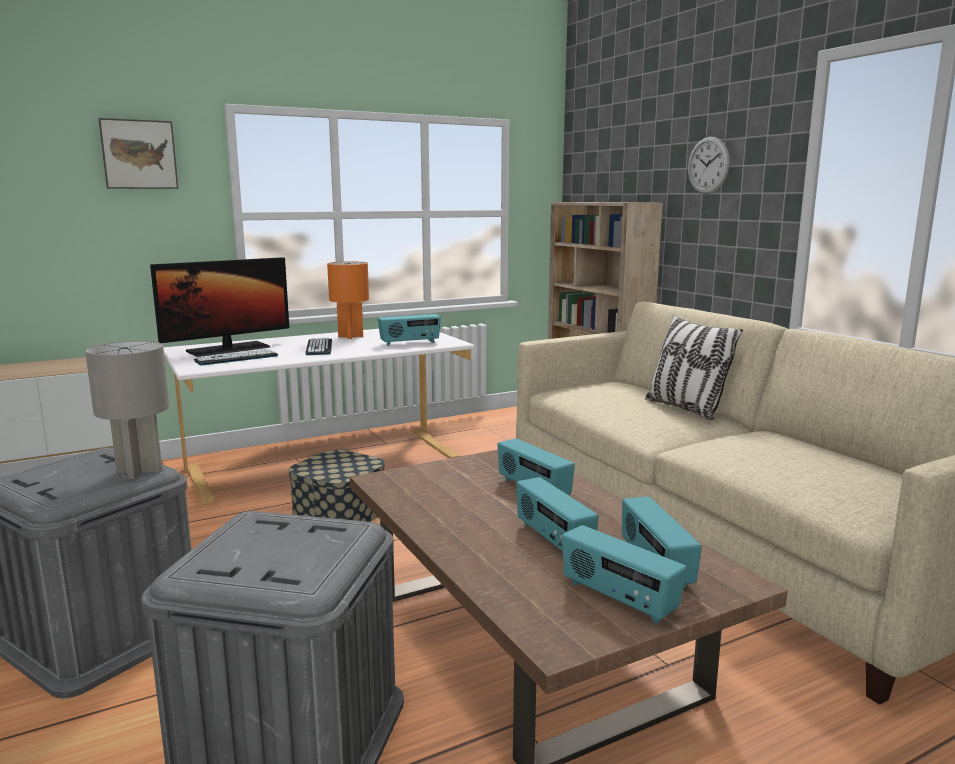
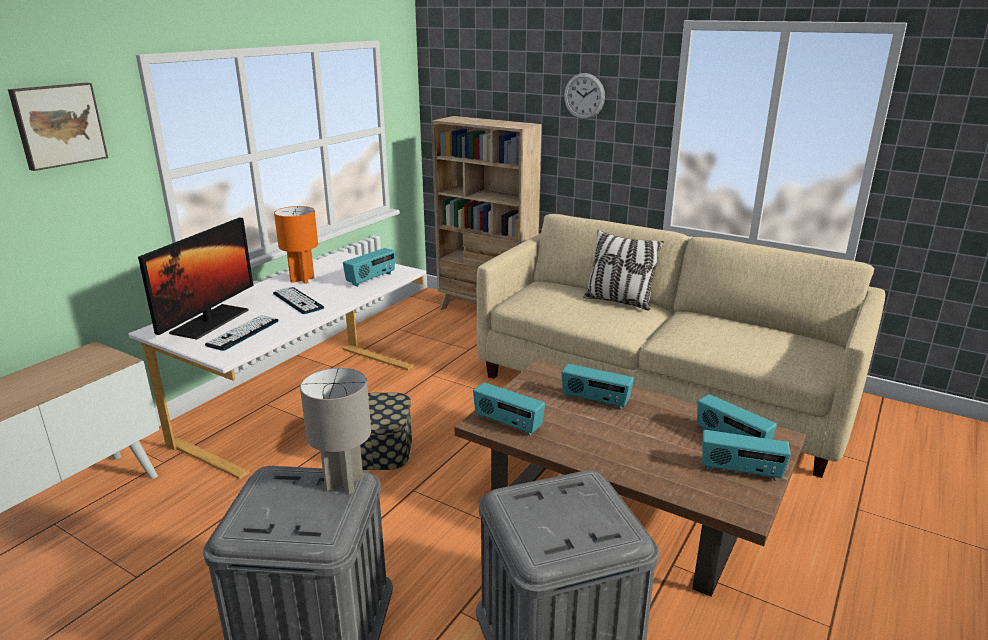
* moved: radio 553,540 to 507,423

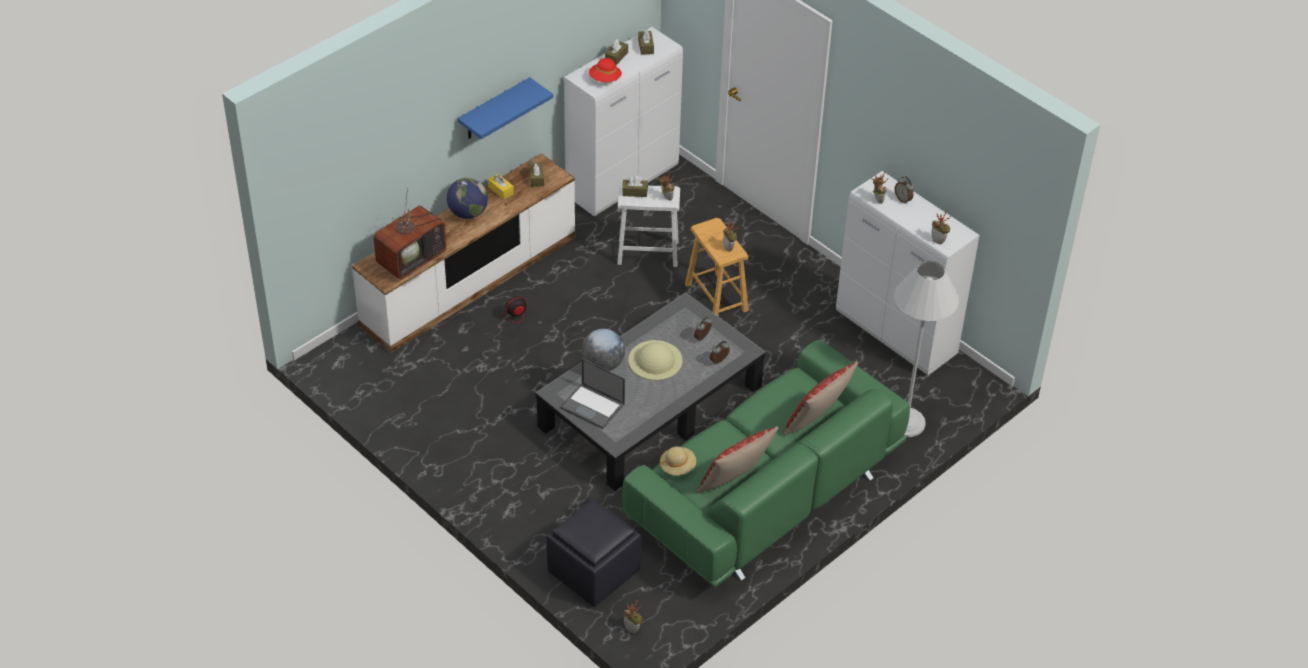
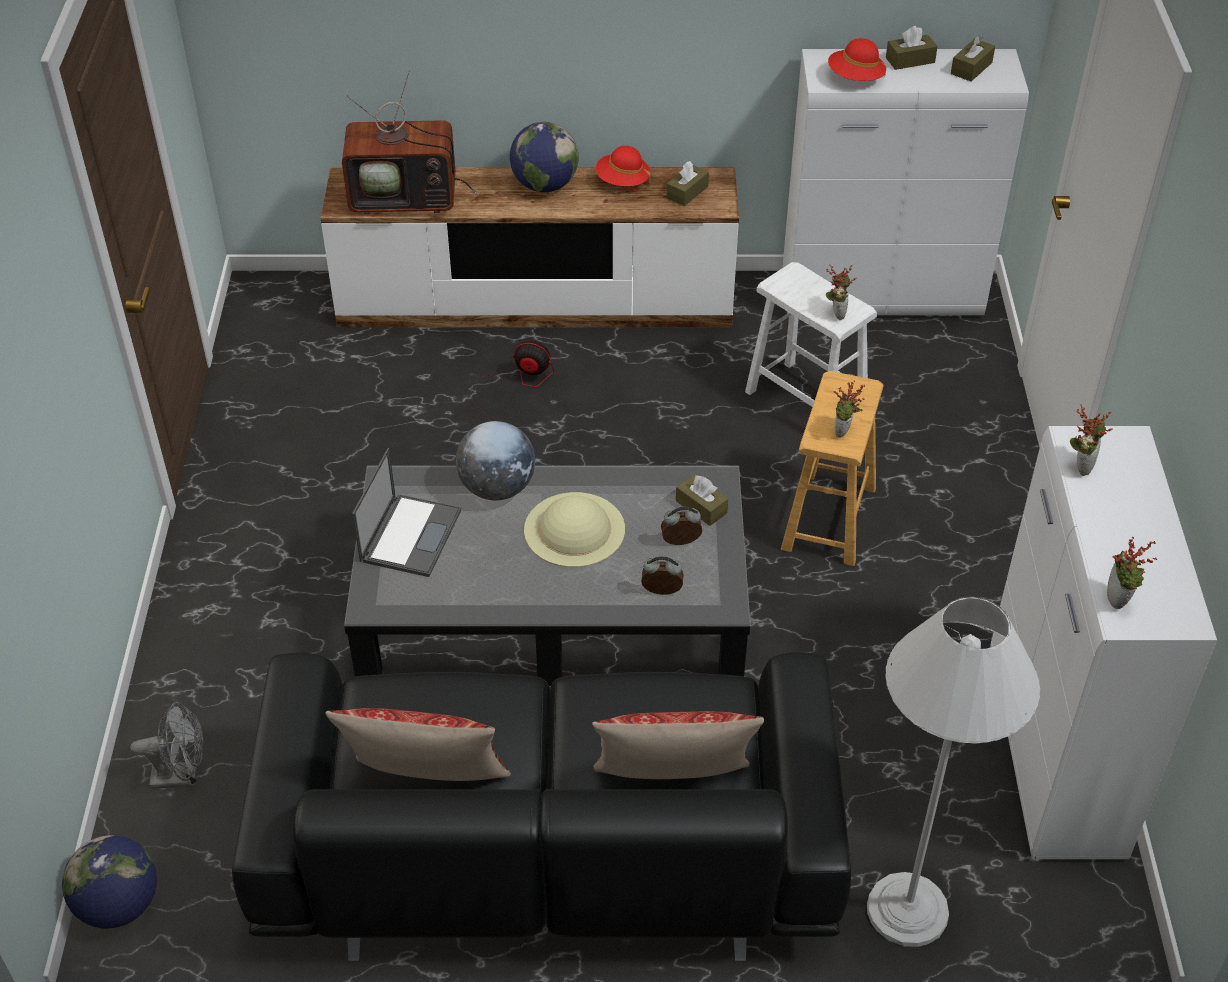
* removed: shelf (blue) 494,110
* replaced: tissue box (yellow) 500,190 to hat (red) 622,181
* replaced: ottoman (black) 592,571 to fan (grey) 182,776
* turned: laptop 593,406 = 411,534 150 degrees counterclockwise
* moved: tissue box (brown) 634,192 to 701,507
* recoloured: sofa (green) 763,494 to sofa (black) 547,851
* replaced: potted plant 633,628 to globe 119,905
* removed: hat (beige) 677,467
* removed: alarm clock 903,199

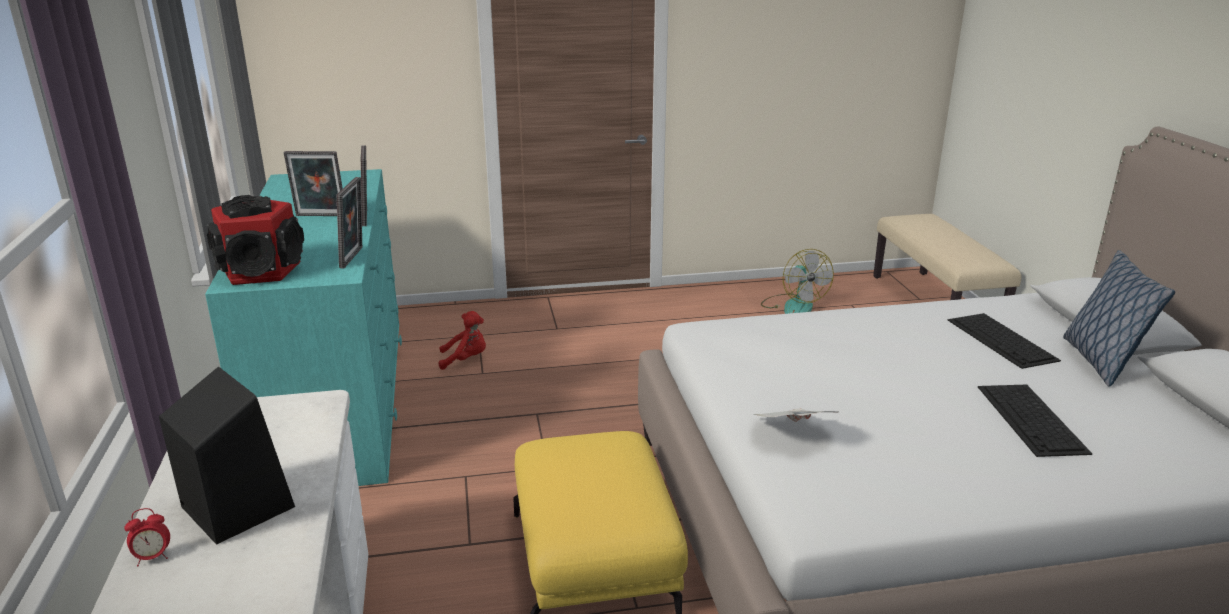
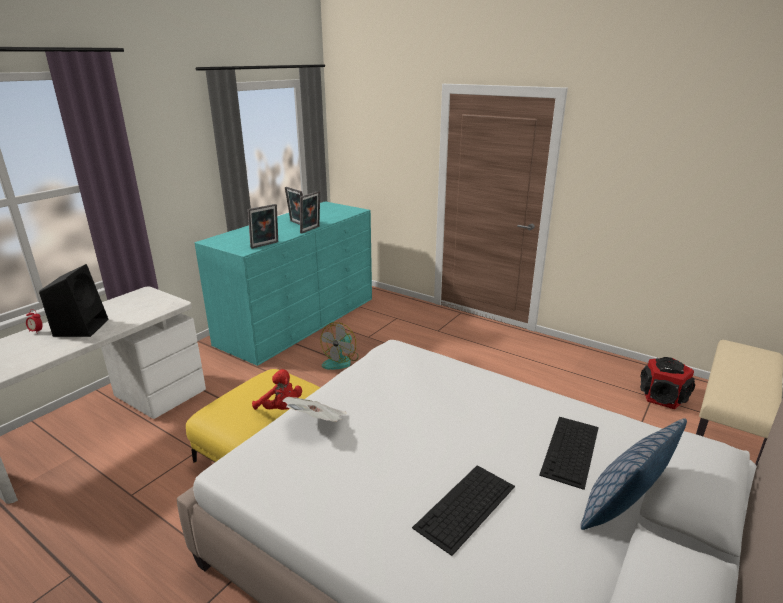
* moved: speaker 261,271 to 663,397
* moved: plush toy (red) 465,359 to 281,409
* moved: fan 793,305 to 341,361

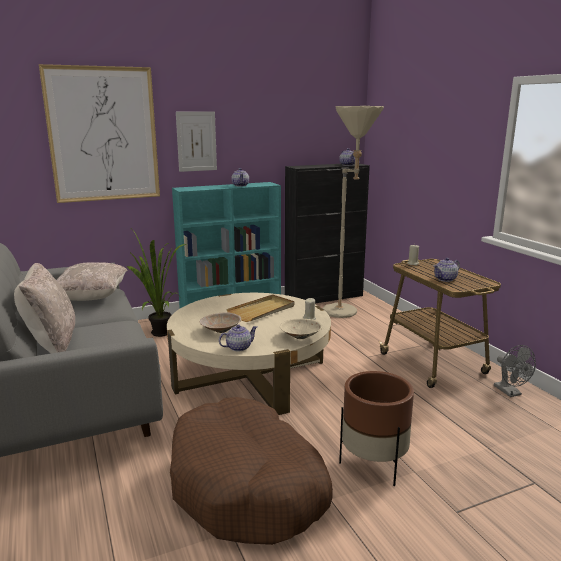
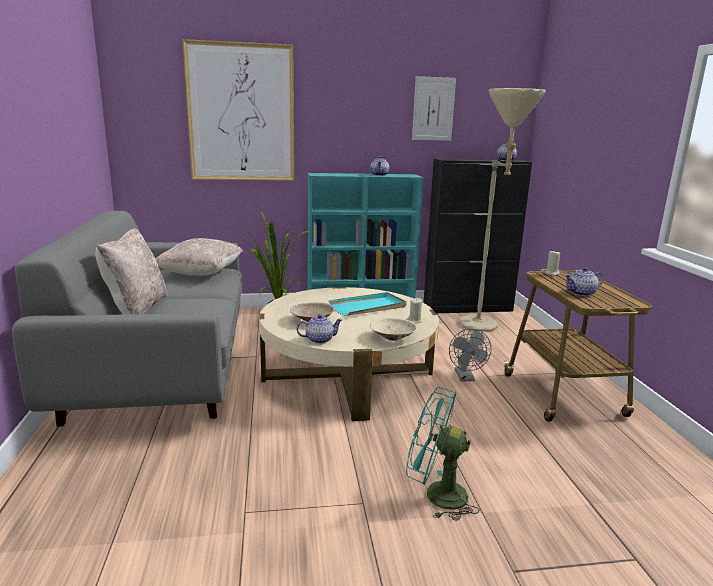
* removed: dog bed (brown) 248,486
* moved: picture 196,141 to 433,109
* recoloured: tray (beige) 262,310 to tray (turquoise) 368,307
* replaced: planter (brown) 373,465 to fan (turquoise) 436,494
* moved: fan (grey) 510,392 to 466,378

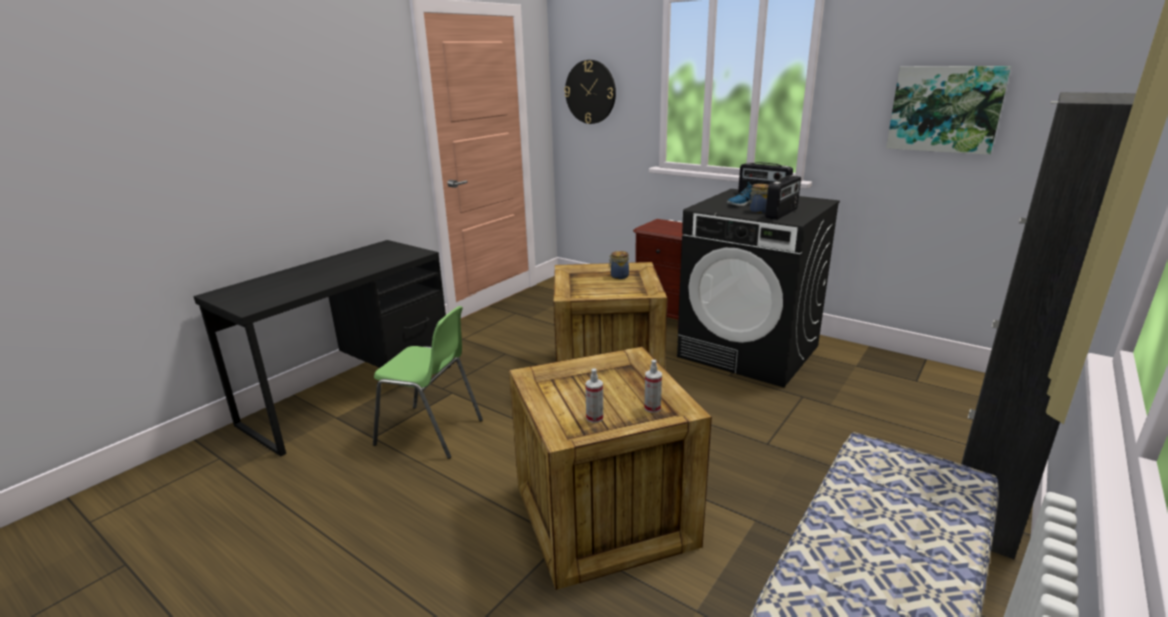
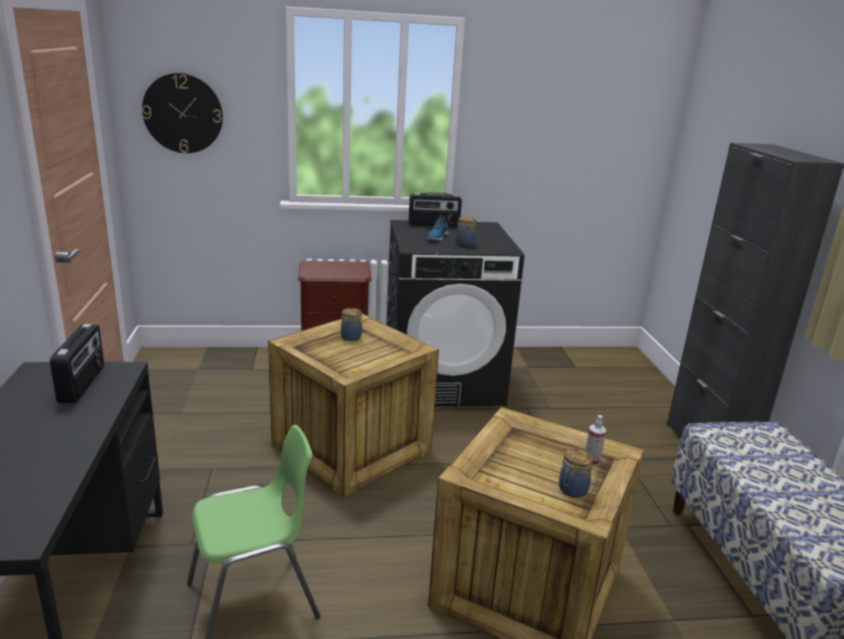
* replaced: spray bottle 594,418 to jar 572,490
* moved: radio 782,213 to 83,383
* removed: picture 945,109

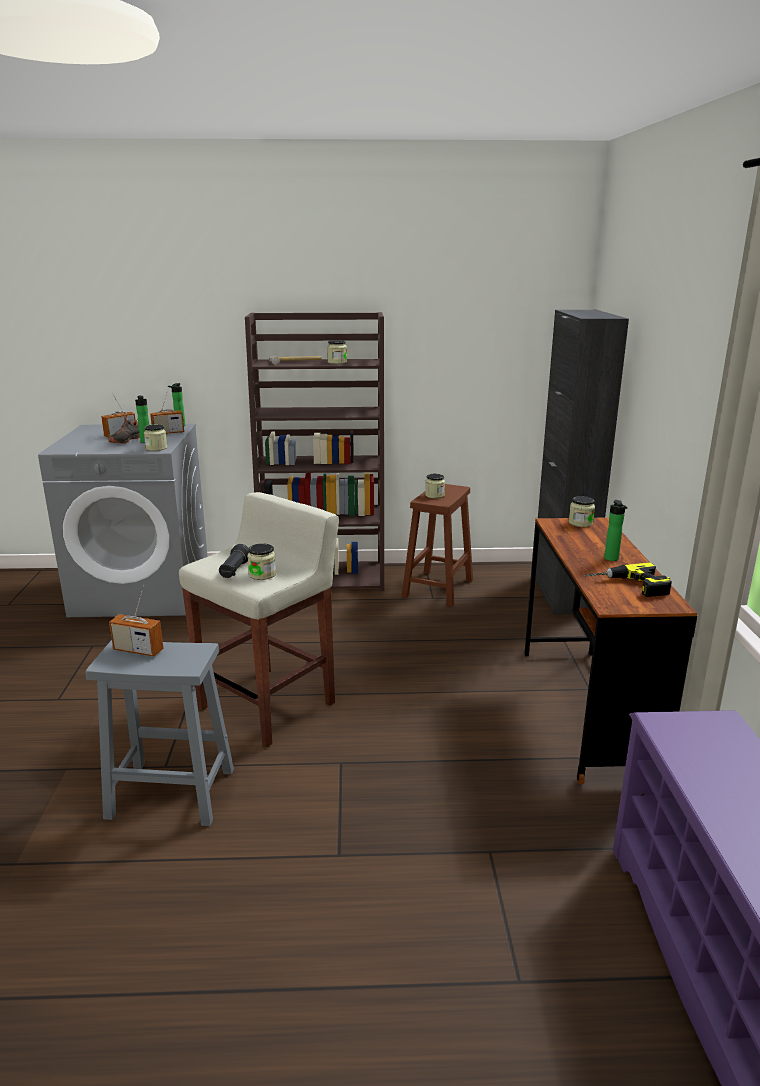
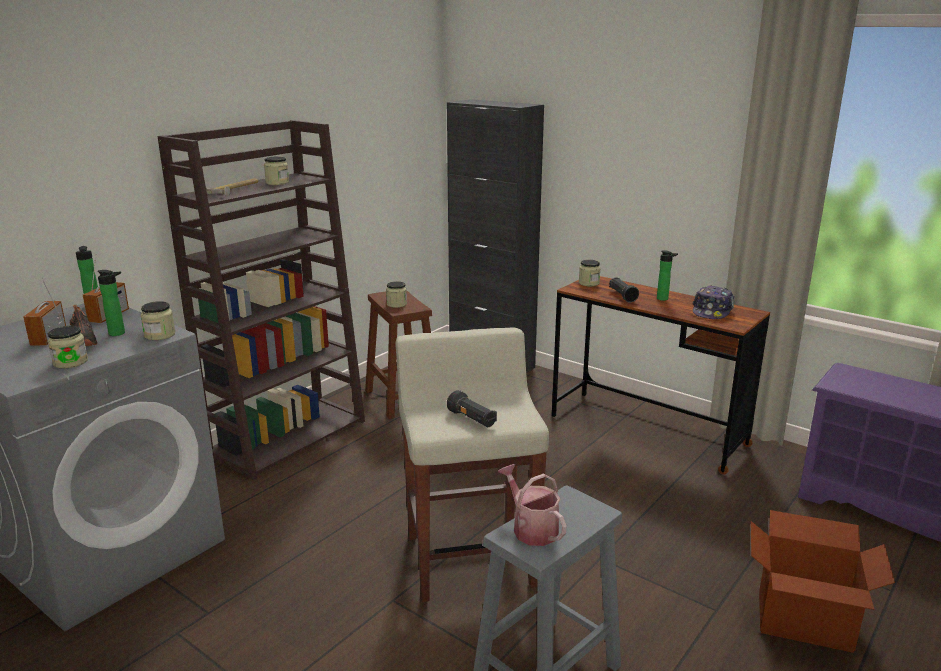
* replaced: radio 138,650 to watering can 531,528
* moved: jar 262,574 to 70,362
* replaced: power drill 628,586 to cap 712,311
* added: flashlight (black) 622,296
* added: cardboard box 804,622

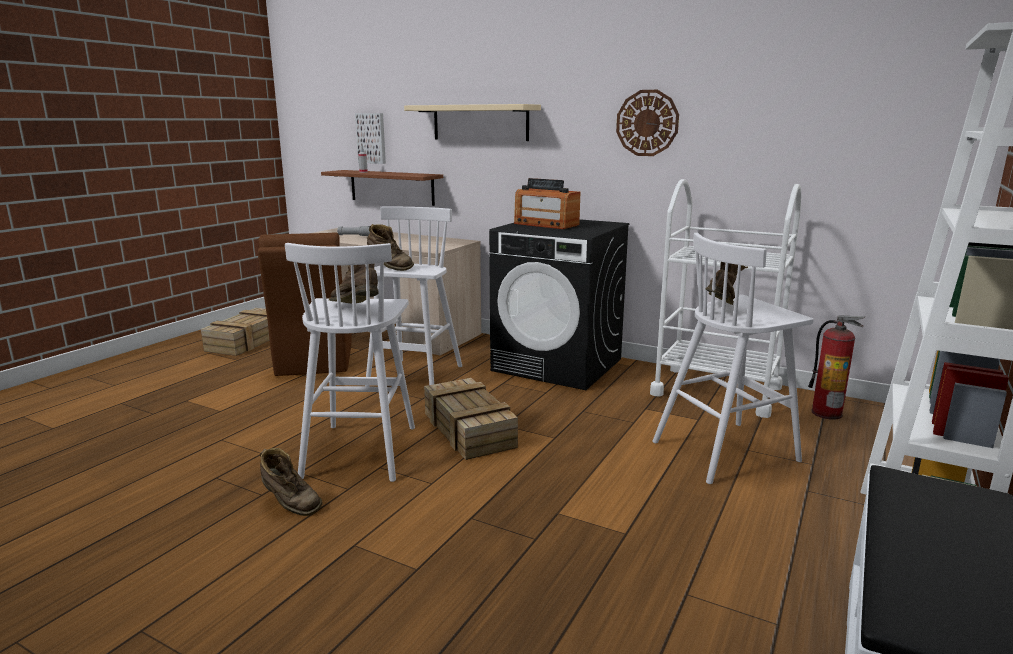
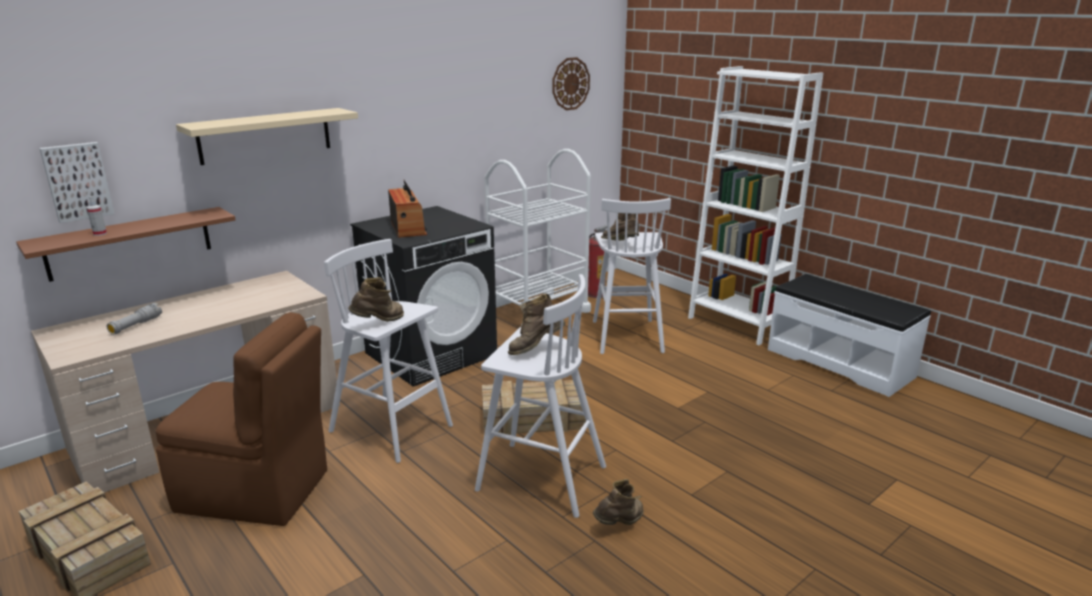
* turned: radio 546,224 = 407,228 75 degrees counterclockwise
* moved: wall clock 647,123 to 570,83

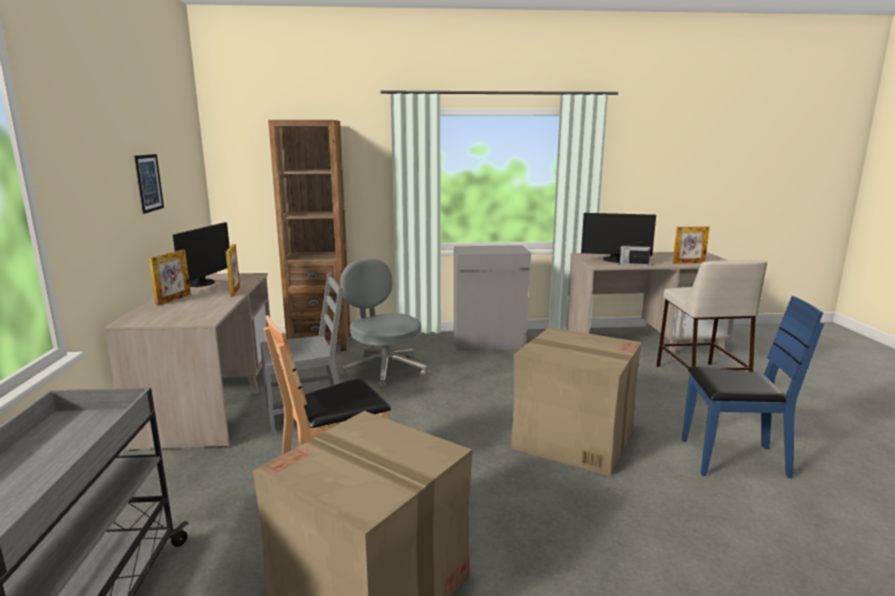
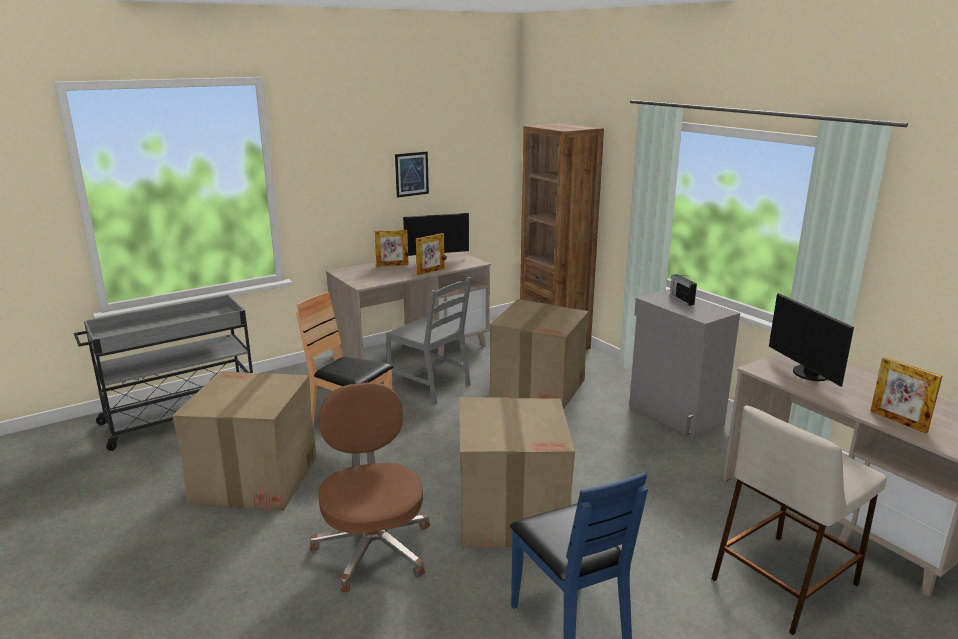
* replaced: office chair (grey) 384,370 to cardboard box 538,387
* moved: radio 633,264 to 681,299
* added: office chair (brown) 373,547

